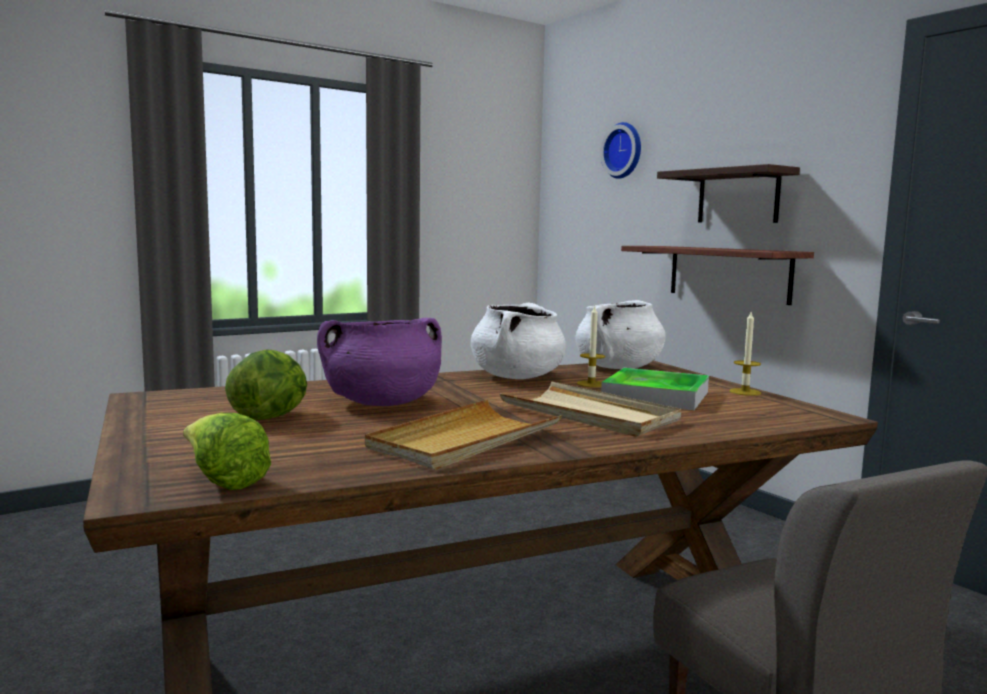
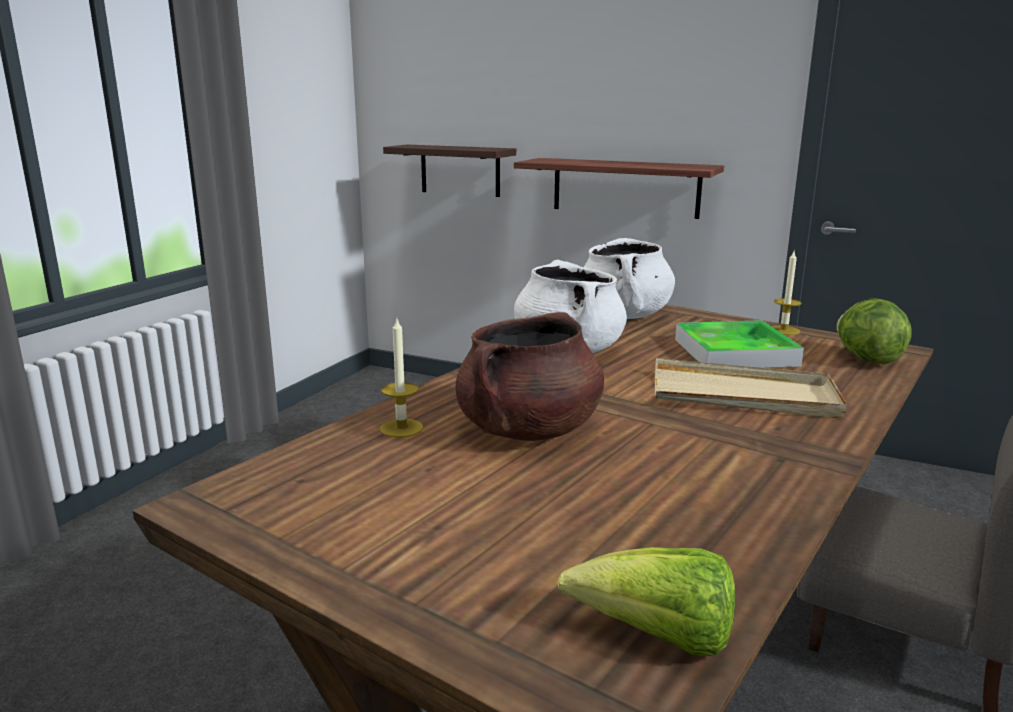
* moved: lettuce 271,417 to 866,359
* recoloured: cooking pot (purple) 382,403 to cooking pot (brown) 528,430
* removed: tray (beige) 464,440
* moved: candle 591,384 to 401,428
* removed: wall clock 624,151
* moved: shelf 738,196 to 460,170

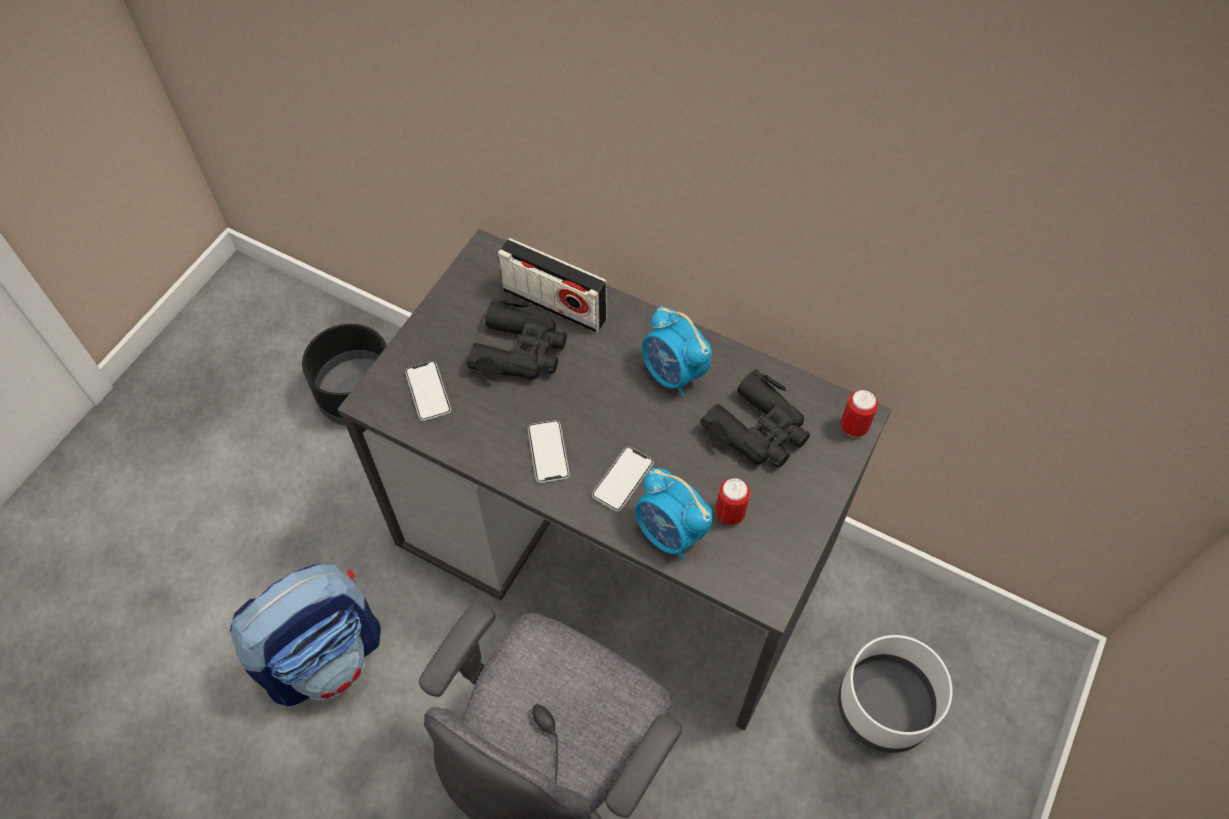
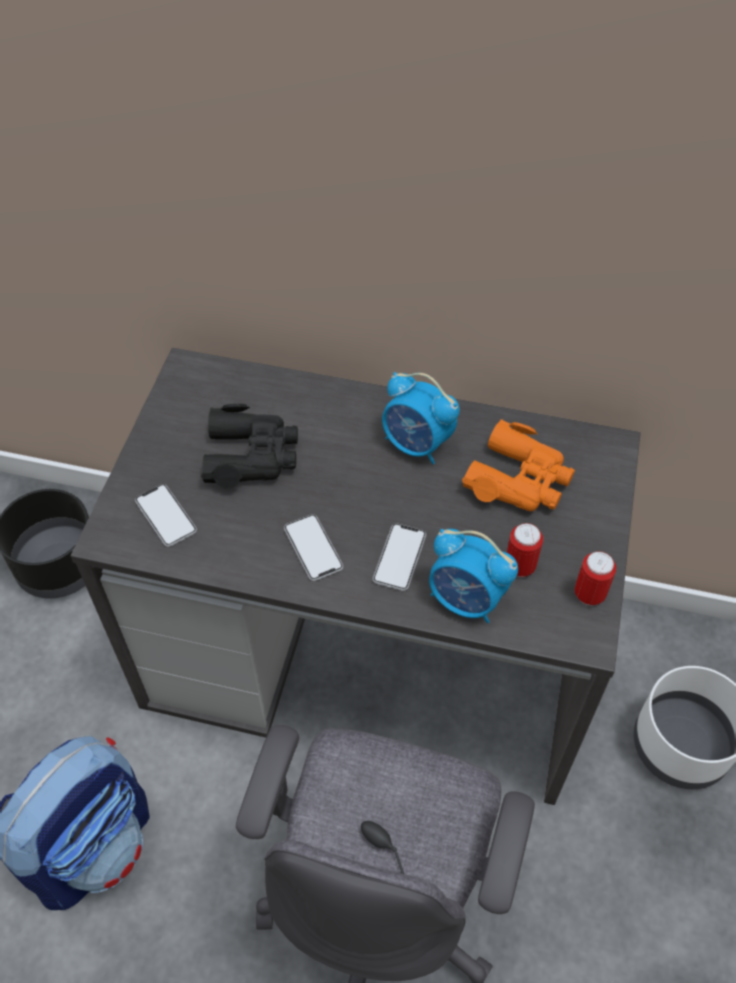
* removed: radio 554,304
* recoloured: binoculars (black) 758,430 to binoculars (orange) 519,479
* moved: can 854,427 to 589,594

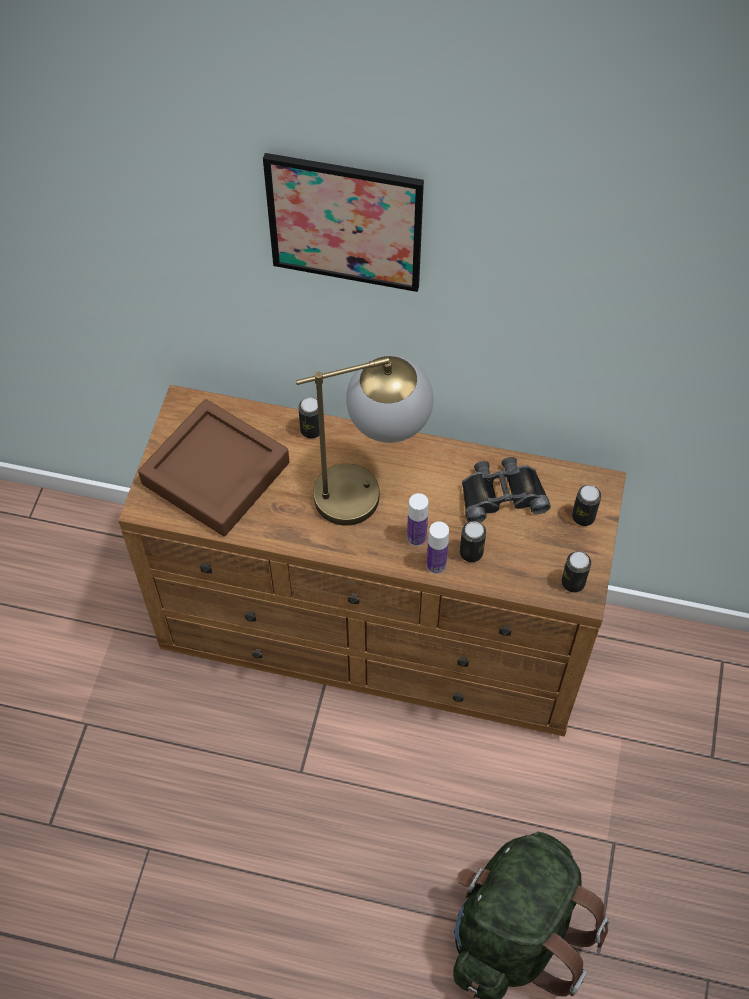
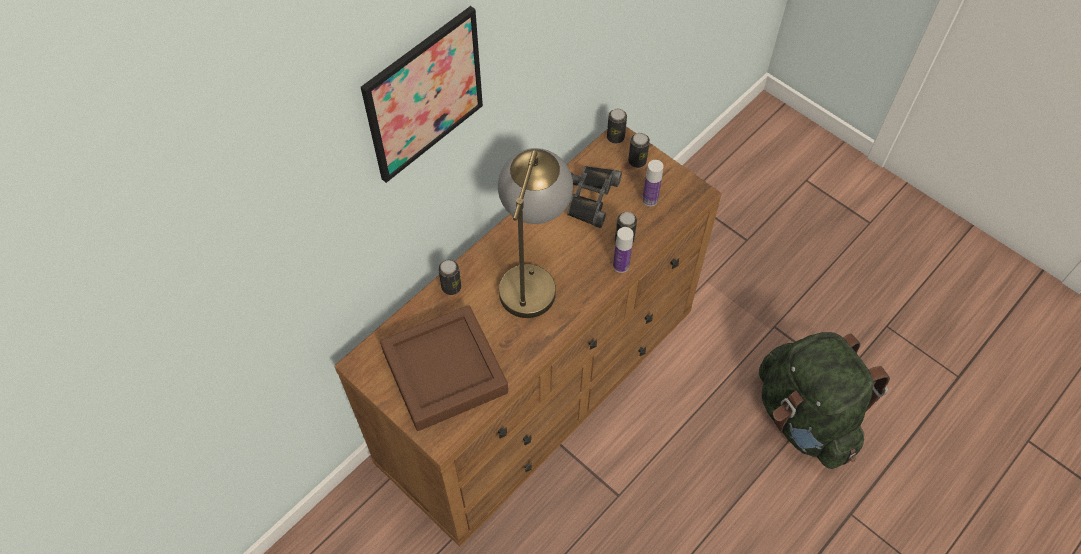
* moved: bottle 416,537 to 650,200
* moved: can 573,582 to 615,137

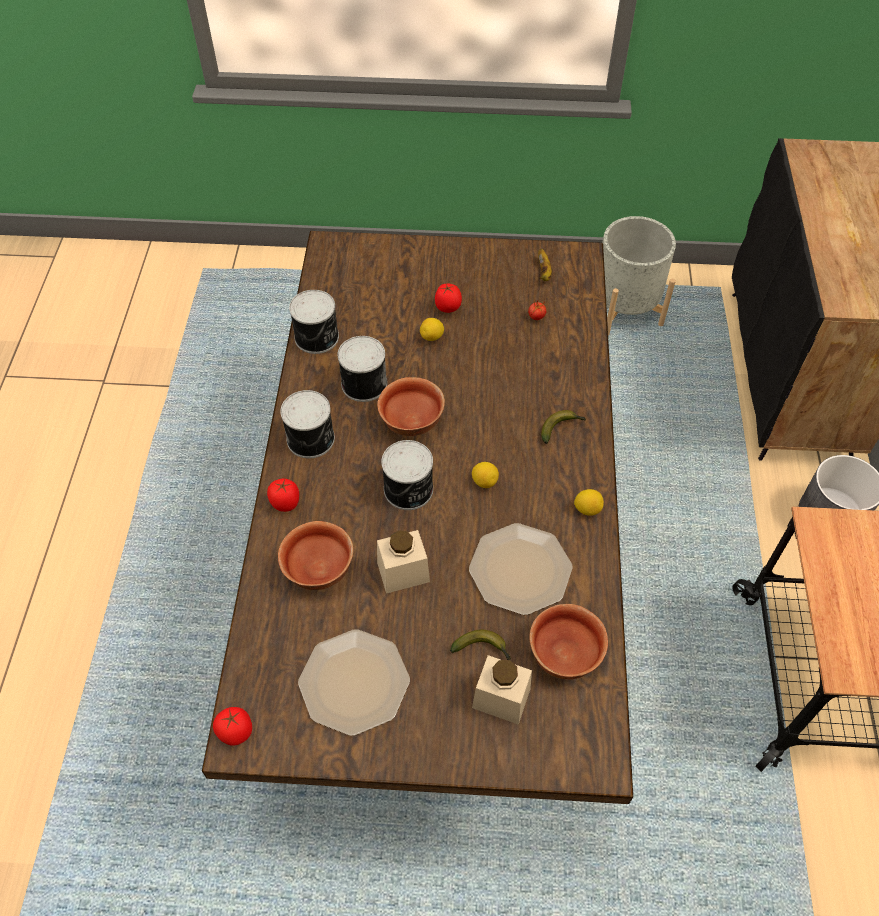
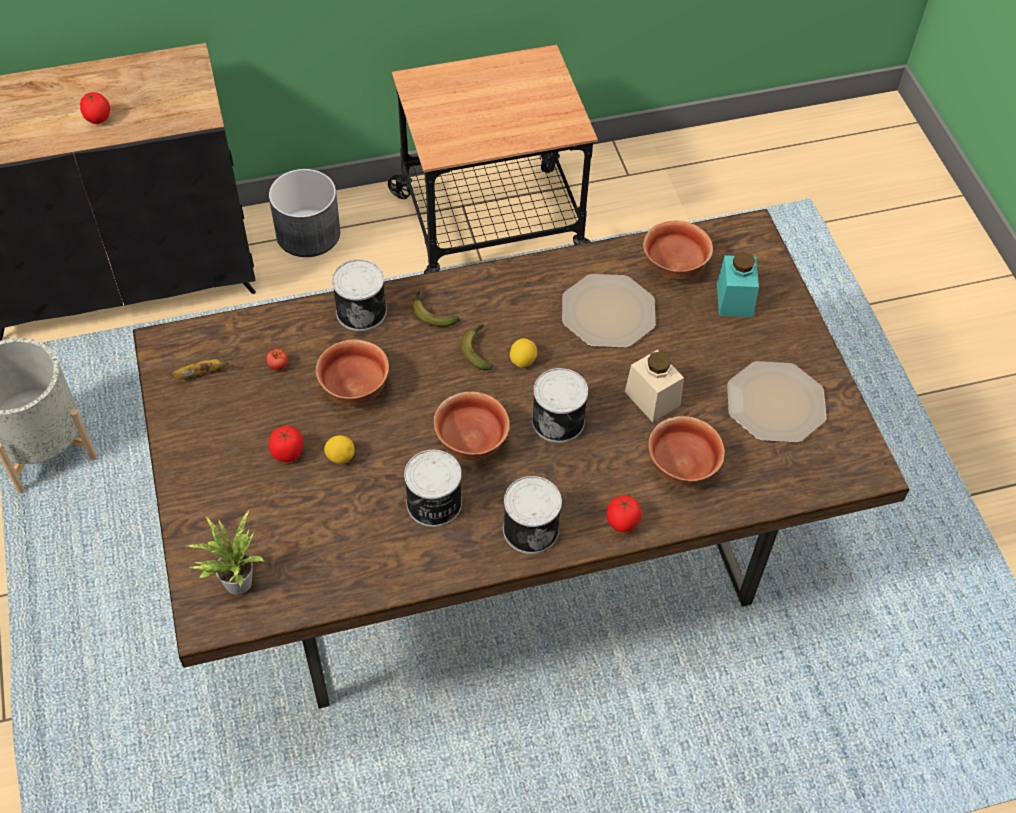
* moved: tomato 236,732 to 98,119
* moved: can 318,337 to 361,310
* moved: banana 483,649 to 477,350
* recoloured: jar (beige) 501,698 to jar (turquoise) 734,299
* removed: lemon 587,509
* added: potted plant 234,581
* added: bowl 353,388

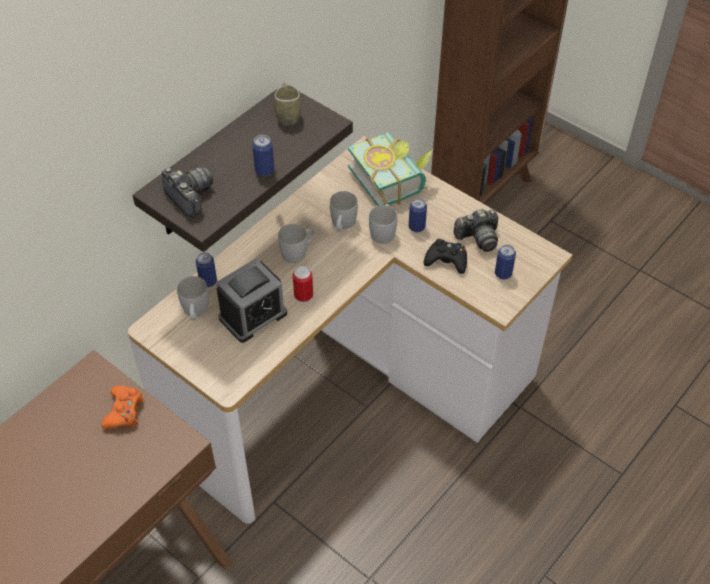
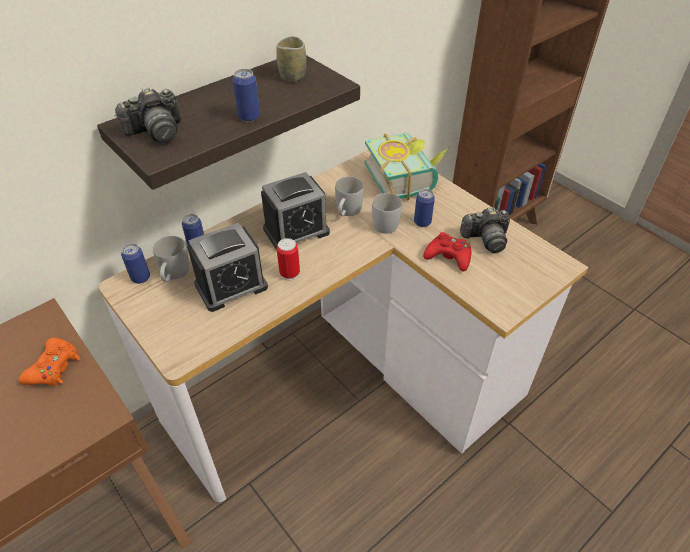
* turned: photo camera 189,197 = 156,132 90 degrees clockwise
* replaced: mug (white) 298,251 to alarm clock 296,231
* recoloured: game controller (black) 446,260 to game controller (red) 448,257
* moved: can 503,274 to 140,278

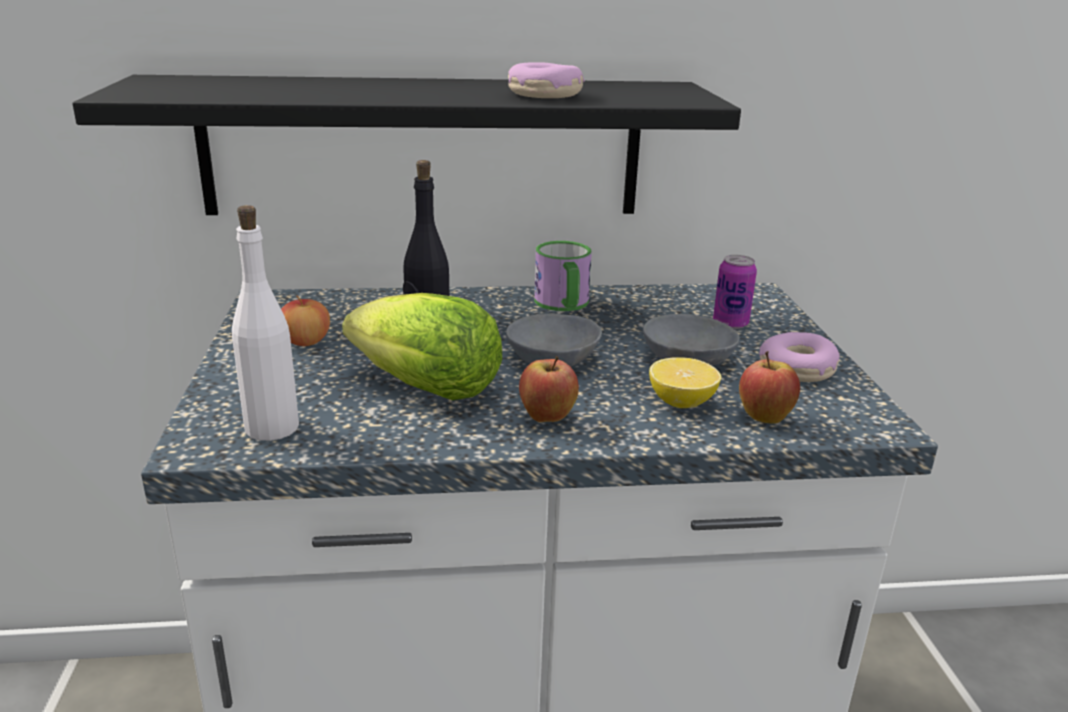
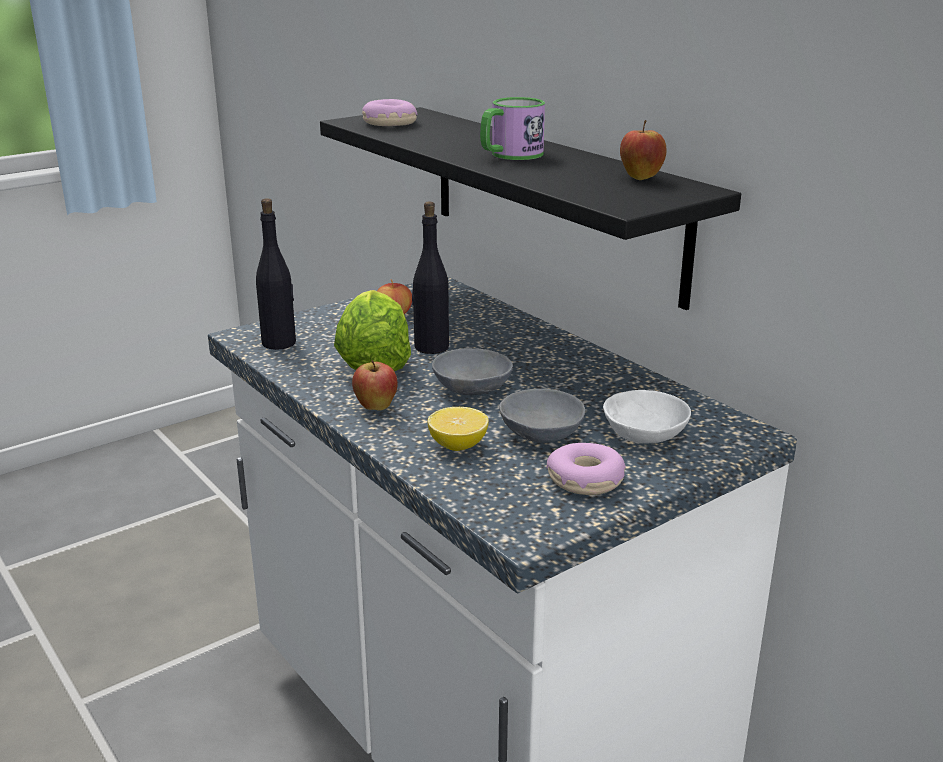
* recoloured: bottle (white) 272,427 to bottle (black) 279,343
* moved: donut 545,95 to 388,123
* moved: mug 563,305 to 510,155
* replaced: can 730,323 to bowl (white) 646,435
* moved: apple 764,418 to 640,178

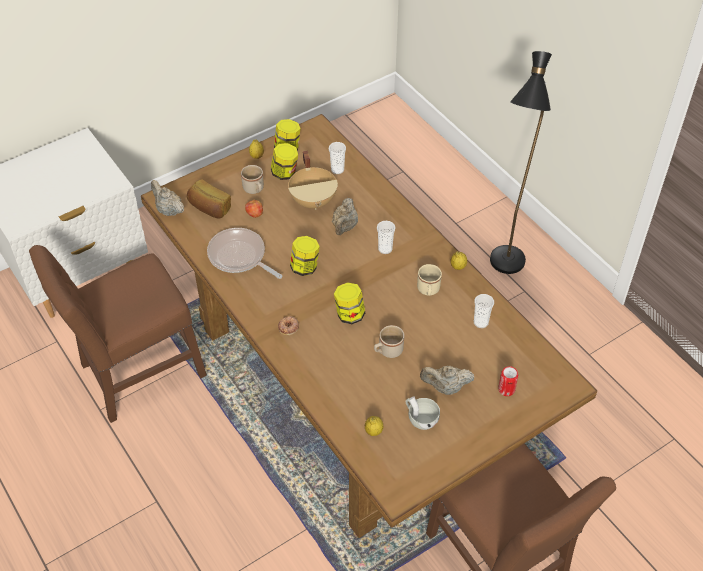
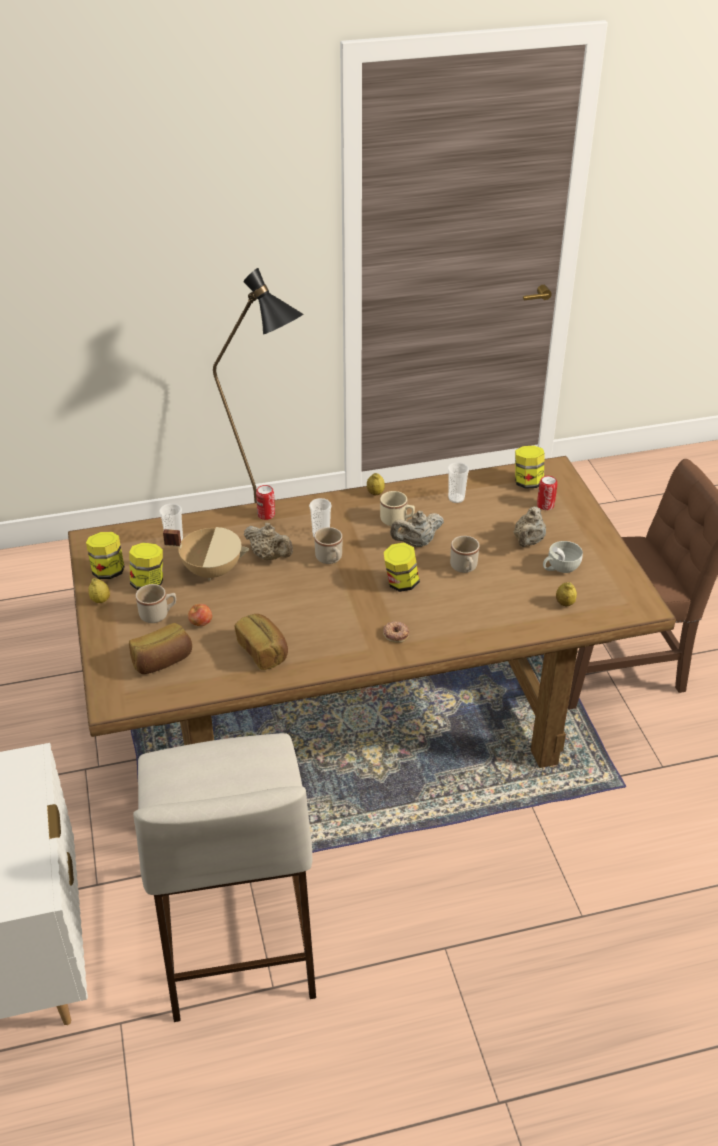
* replaced: chair (brown) 137,374 to stool (beige) 235,930
* moved: teapot (beige) 168,210 to 416,543
* replaced: frying pan 239,256 to bread 263,651
* moved: jar 305,267 to 527,482
* added: can 266,515
* added: mug (beige) 330,559

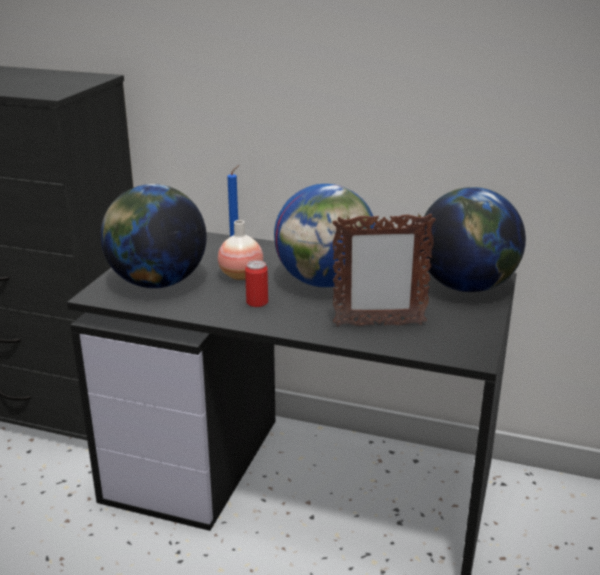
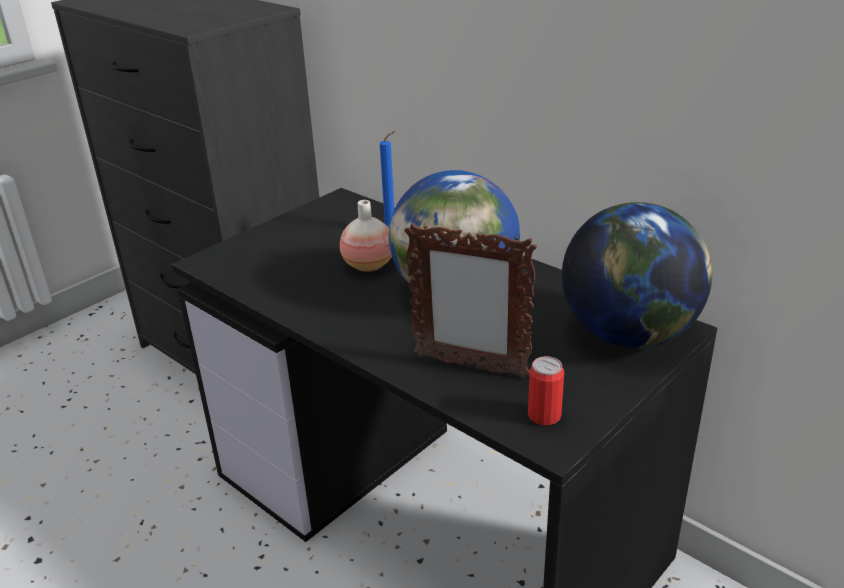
* removed: globe 157,282
* moved: can 257,302 to 544,415

